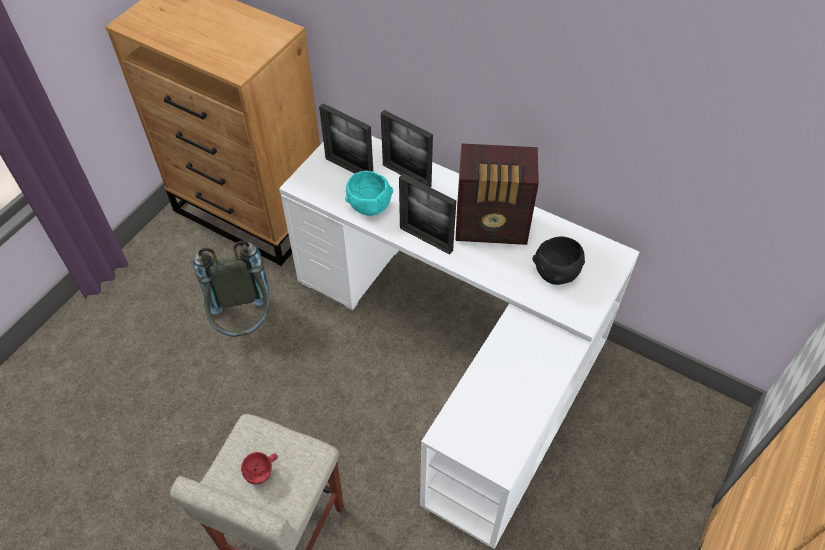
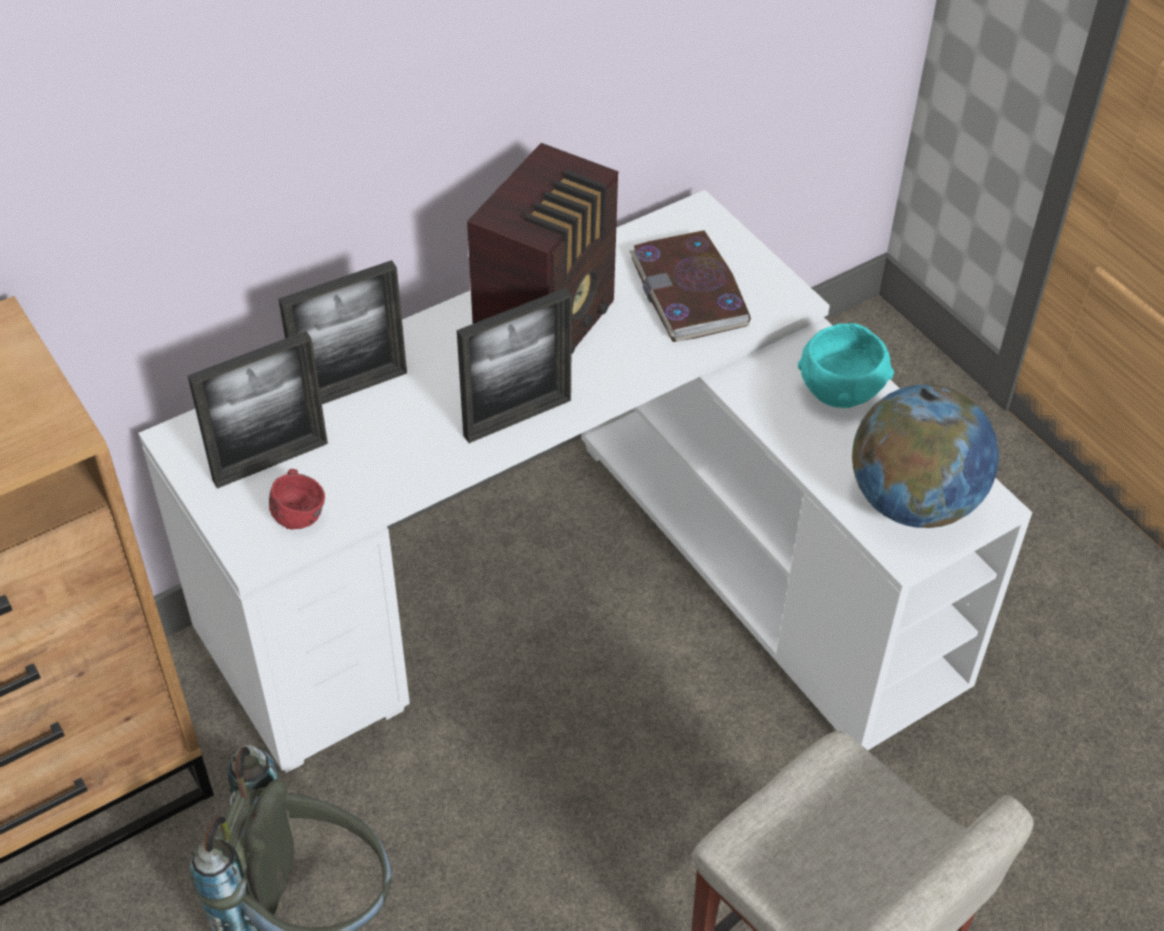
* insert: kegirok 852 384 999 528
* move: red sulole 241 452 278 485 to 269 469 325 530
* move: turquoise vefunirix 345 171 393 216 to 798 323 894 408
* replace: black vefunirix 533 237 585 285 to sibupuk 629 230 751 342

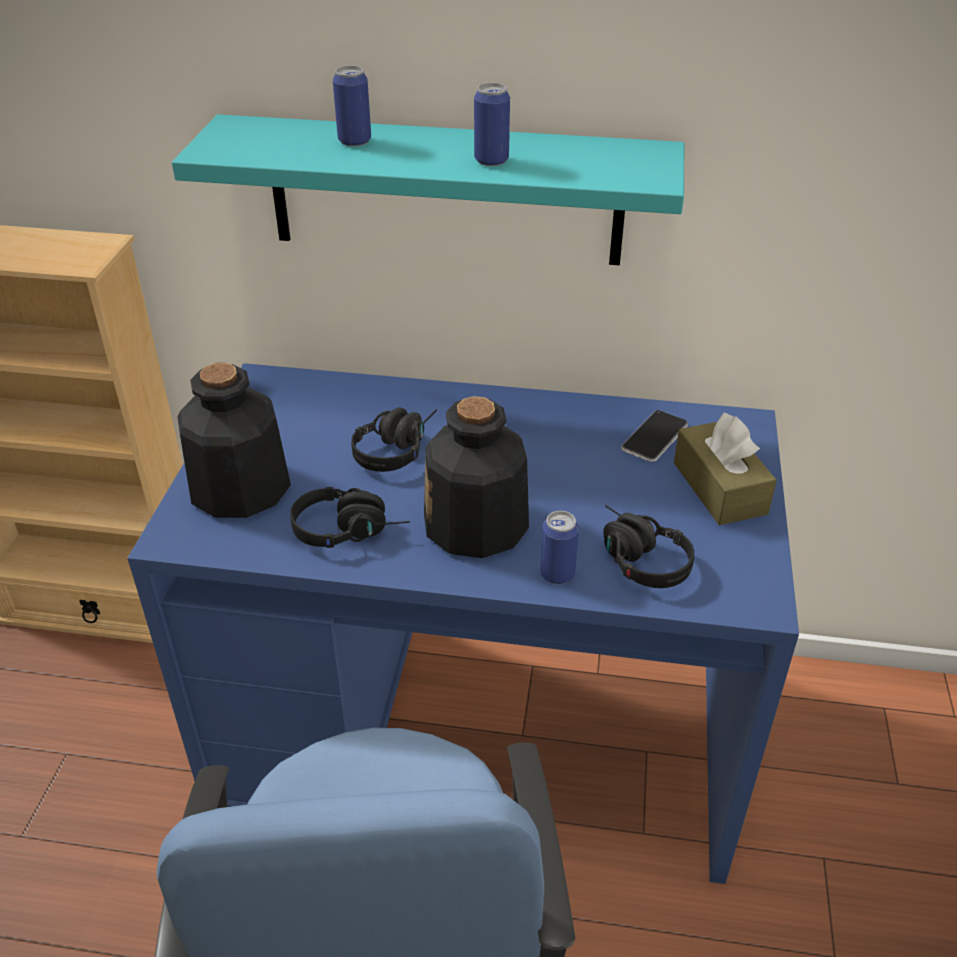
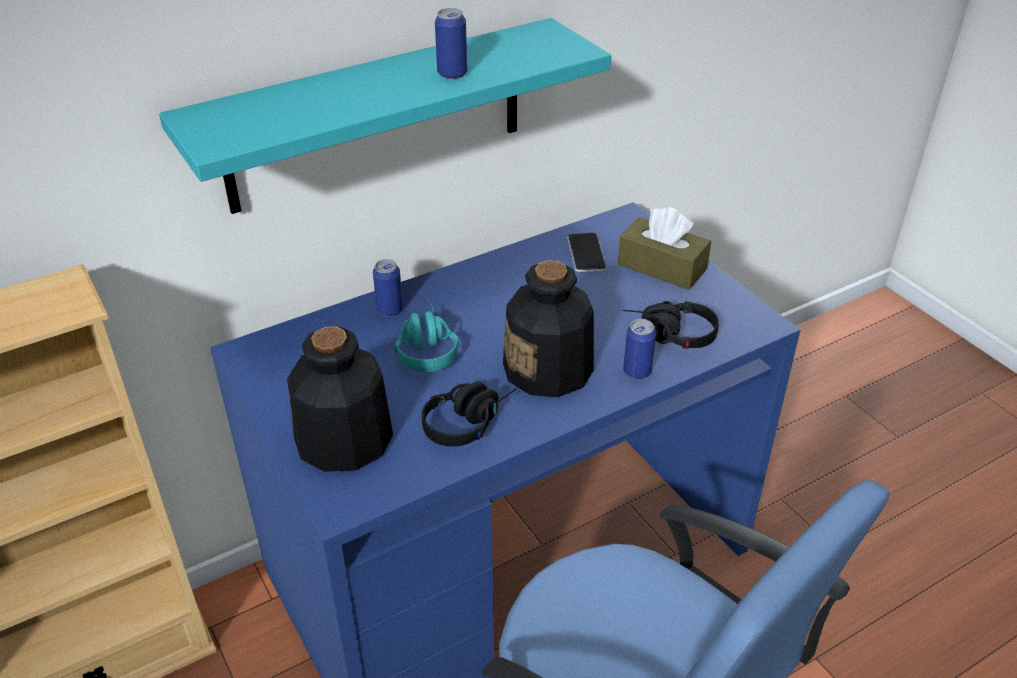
* move: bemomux 333 65 371 146 to 373 259 403 317
* recolor: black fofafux 351 407 437 472 to turquoise fofafux 394 304 459 372

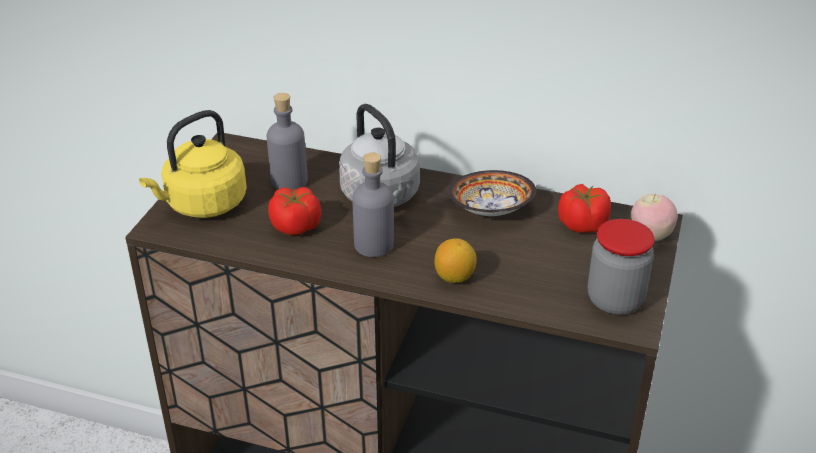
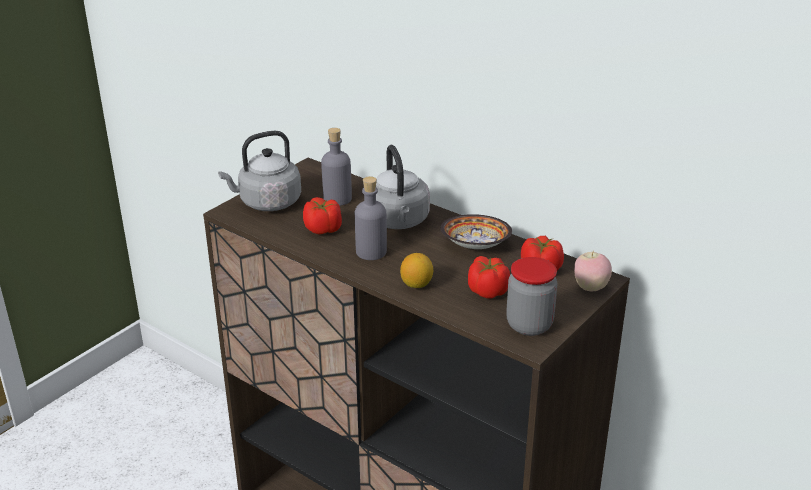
* insert: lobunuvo 468 256 510 298
* recolor: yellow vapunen 139 110 247 218 to grey vapunen 218 131 301 211

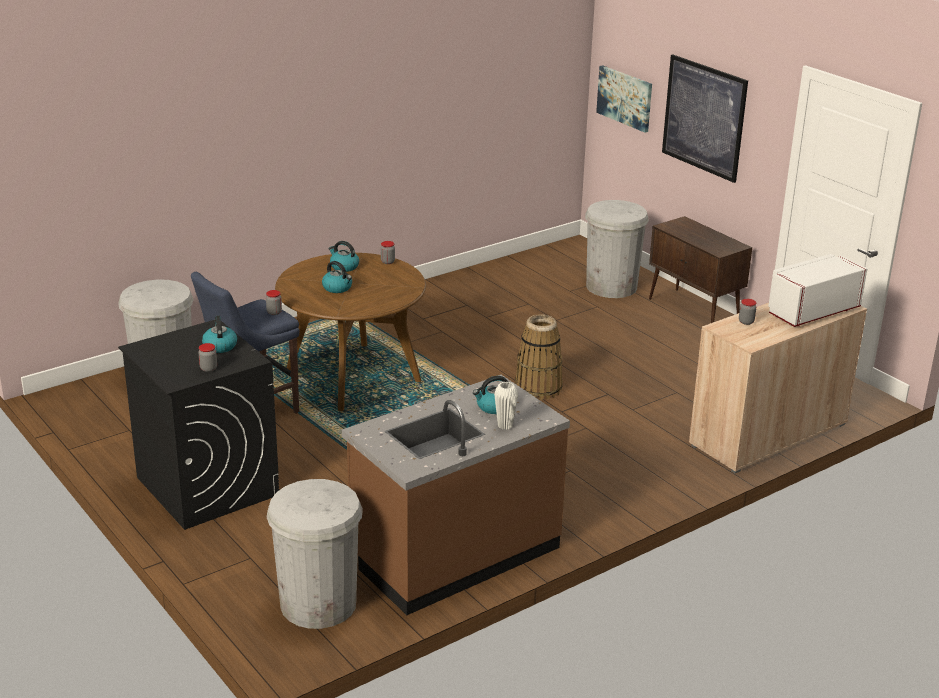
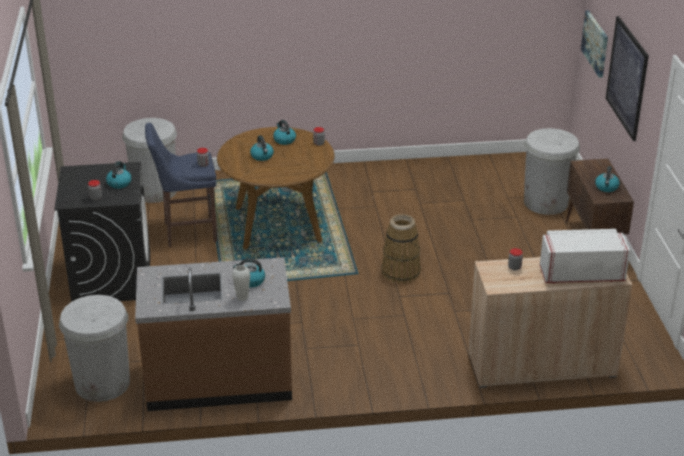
* insert: vapunen 595 166 620 192

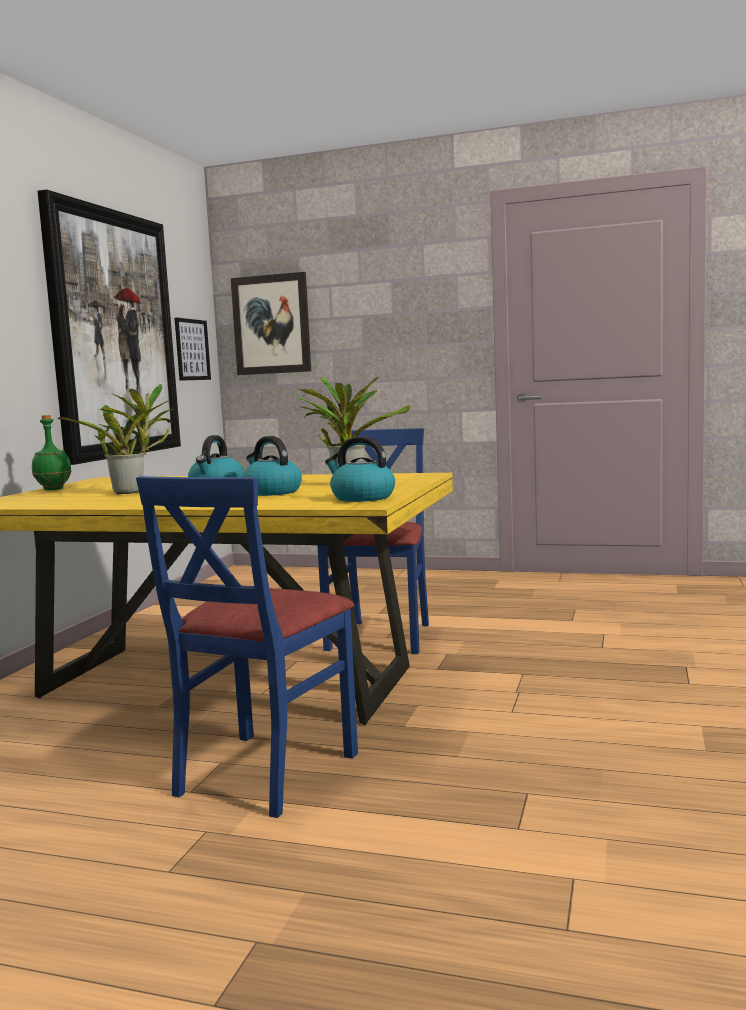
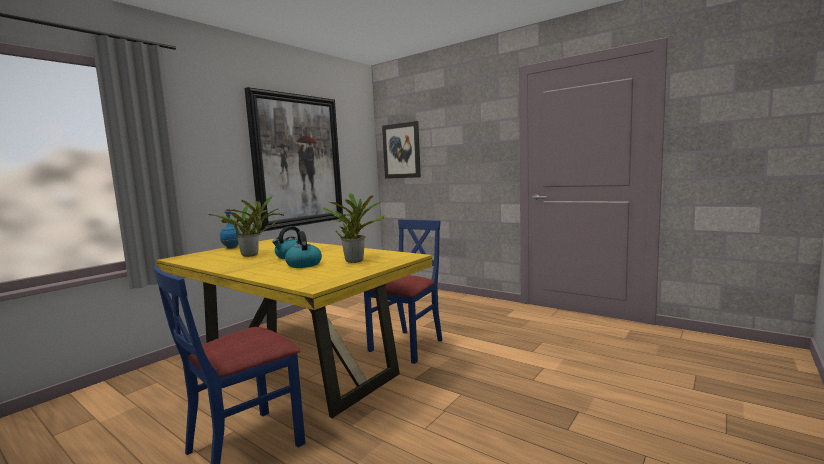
* delete: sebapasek 175 318 211 381
* delete: vapunen 325 436 395 502
* recolor: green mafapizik 32 415 72 490 to blue mafapizik 220 209 241 249

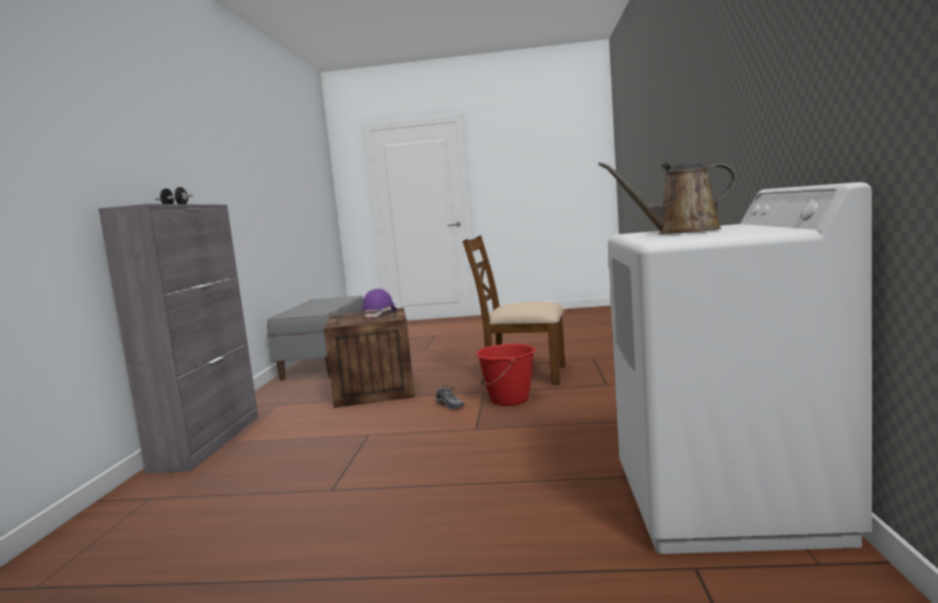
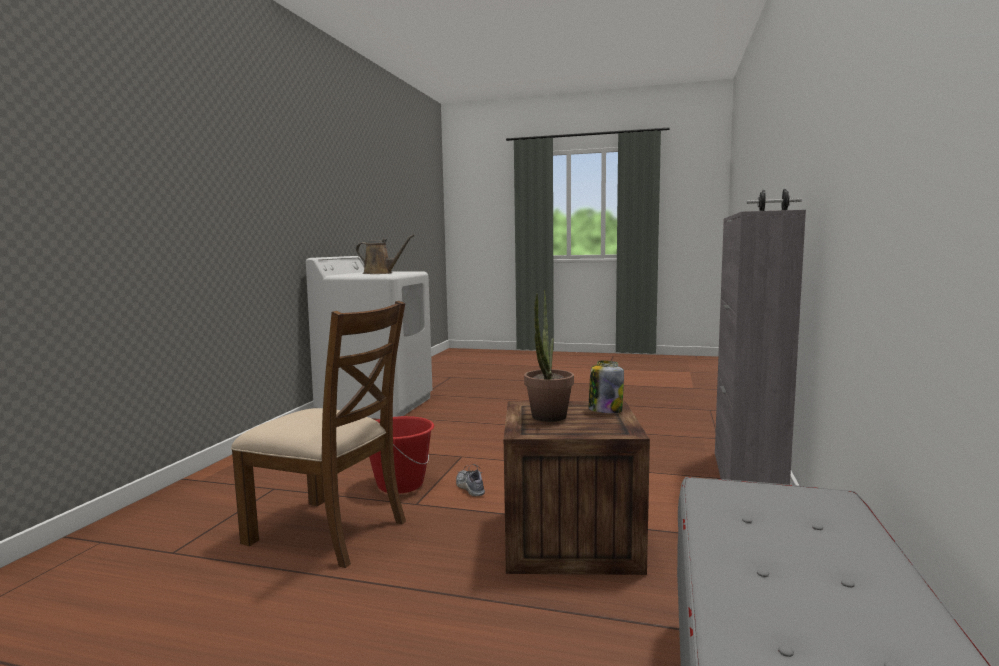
* insert: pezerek 589 361 624 413
* replace: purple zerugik 361 289 397 319 to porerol 524 290 574 422

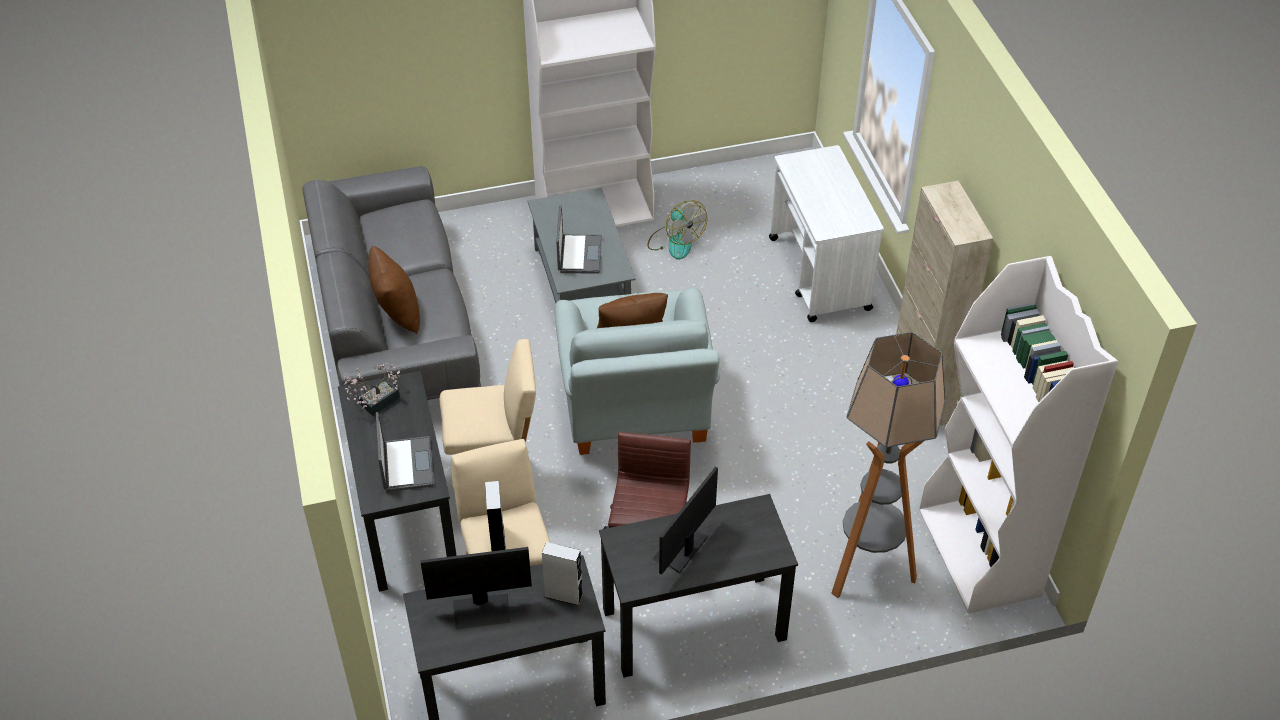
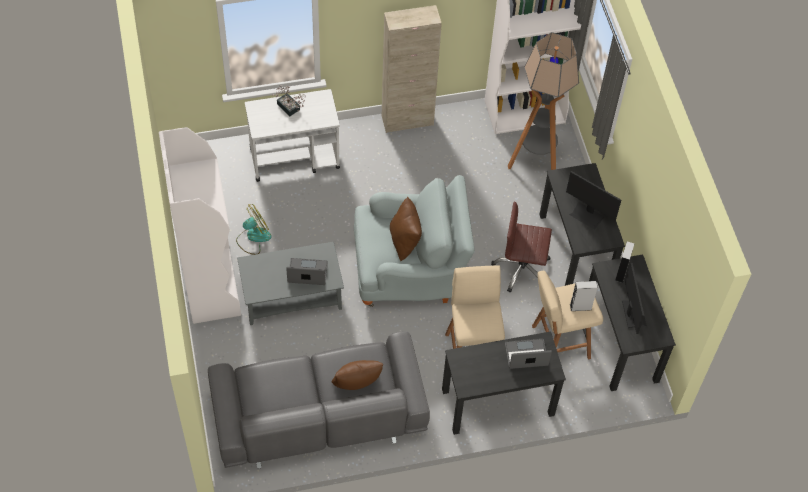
* move: porerol 344 362 400 416 to 272 85 306 116

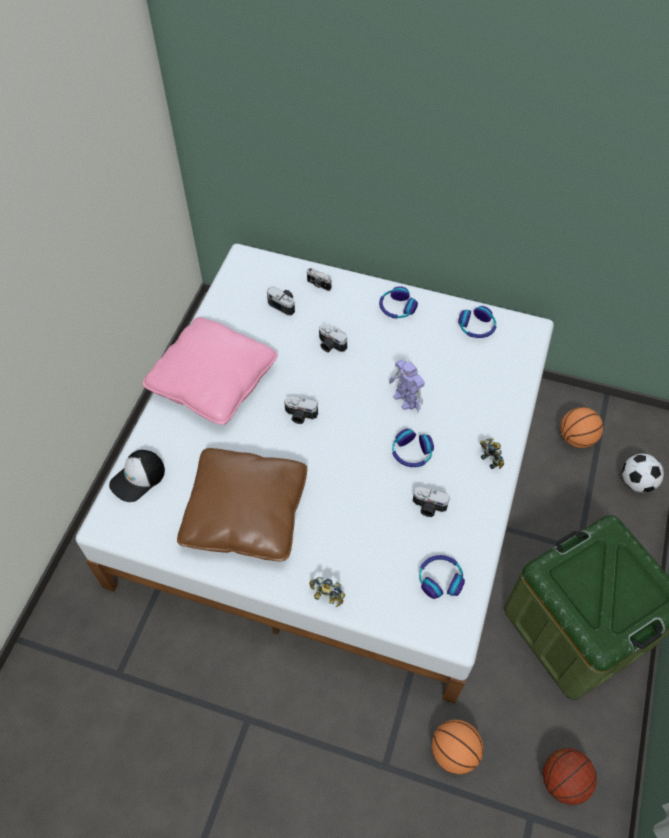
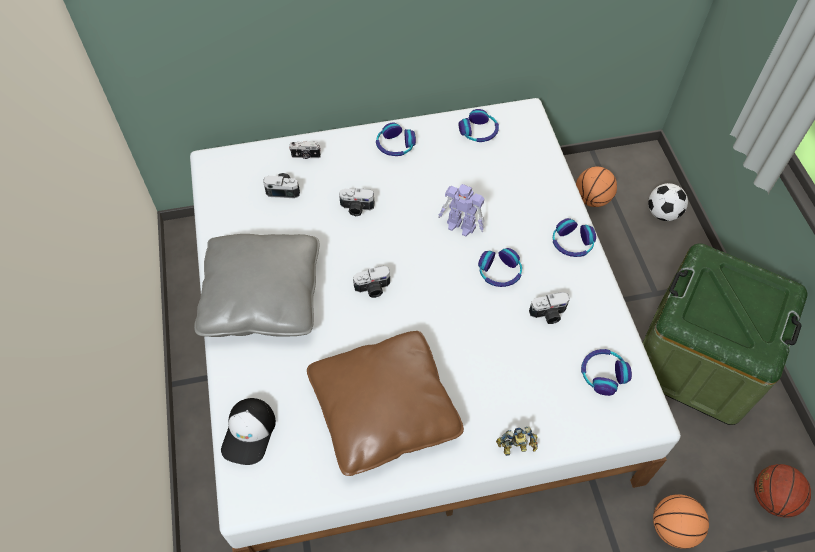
* replace: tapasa 480 438 504 469 to fofafux 553 218 596 257
* recolor: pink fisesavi 143 317 278 425 to grey fisesavi 194 234 319 337

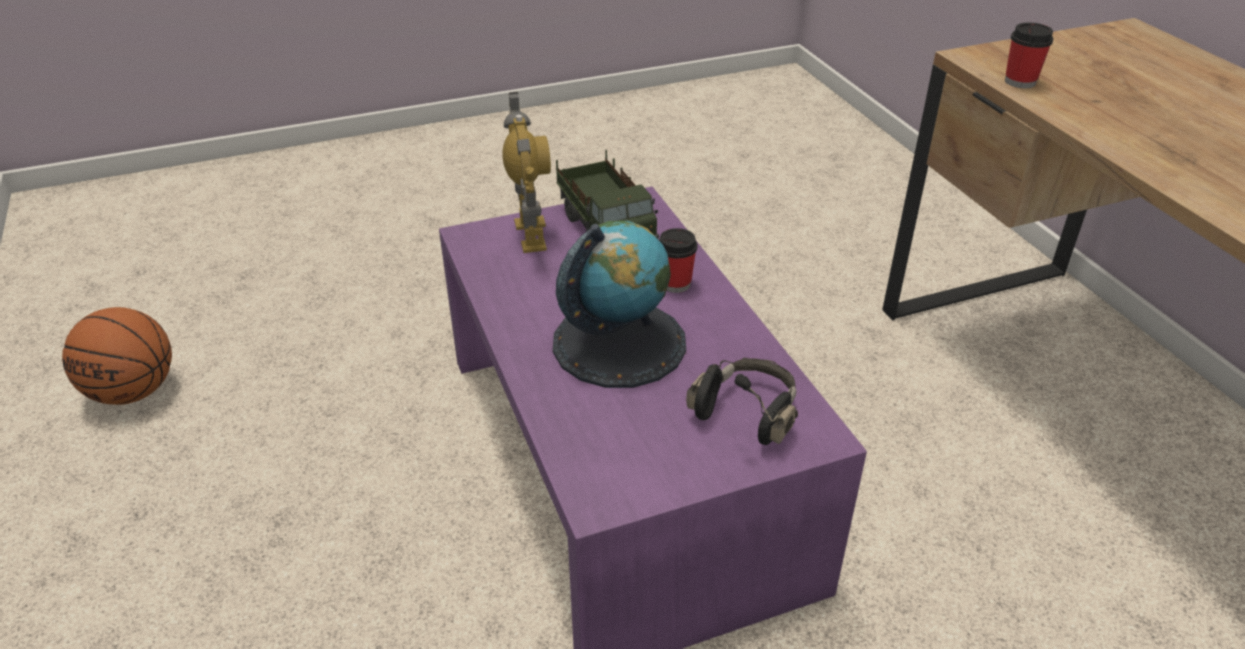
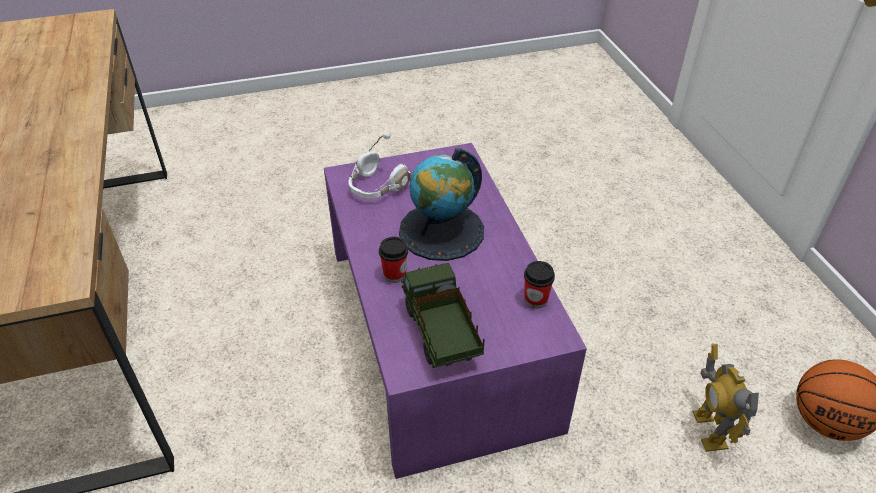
* move: tapasa 502 92 551 253 to 693 343 759 452
* move: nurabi 1005 22 1053 88 to 524 261 555 308
* recolor: black fofafux 686 357 798 445 to white fofafux 348 133 411 199

